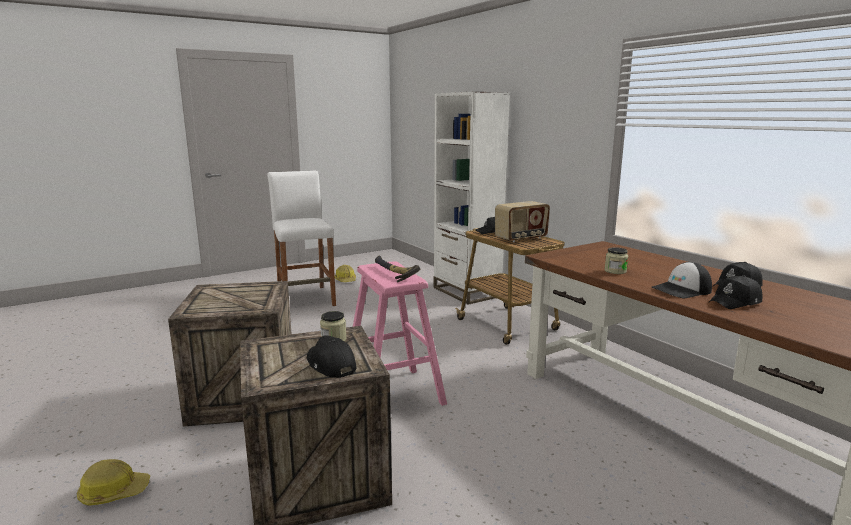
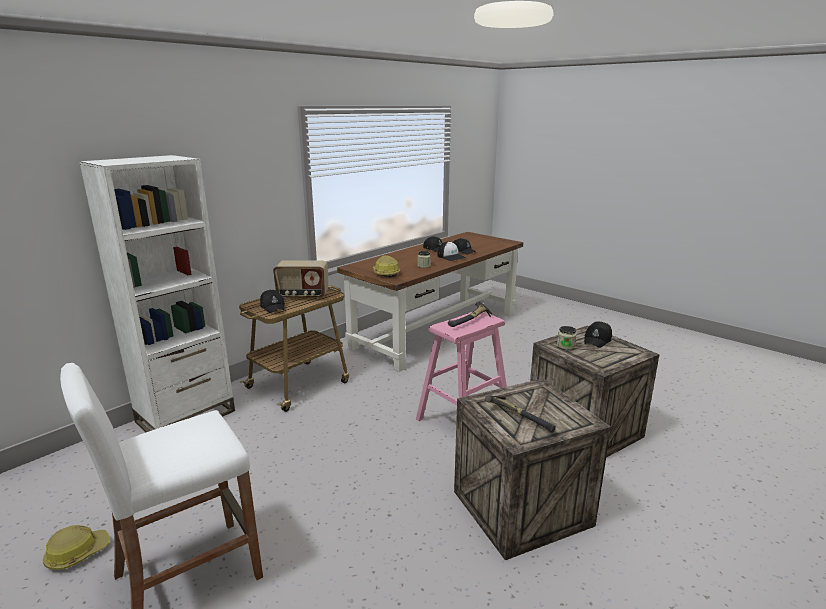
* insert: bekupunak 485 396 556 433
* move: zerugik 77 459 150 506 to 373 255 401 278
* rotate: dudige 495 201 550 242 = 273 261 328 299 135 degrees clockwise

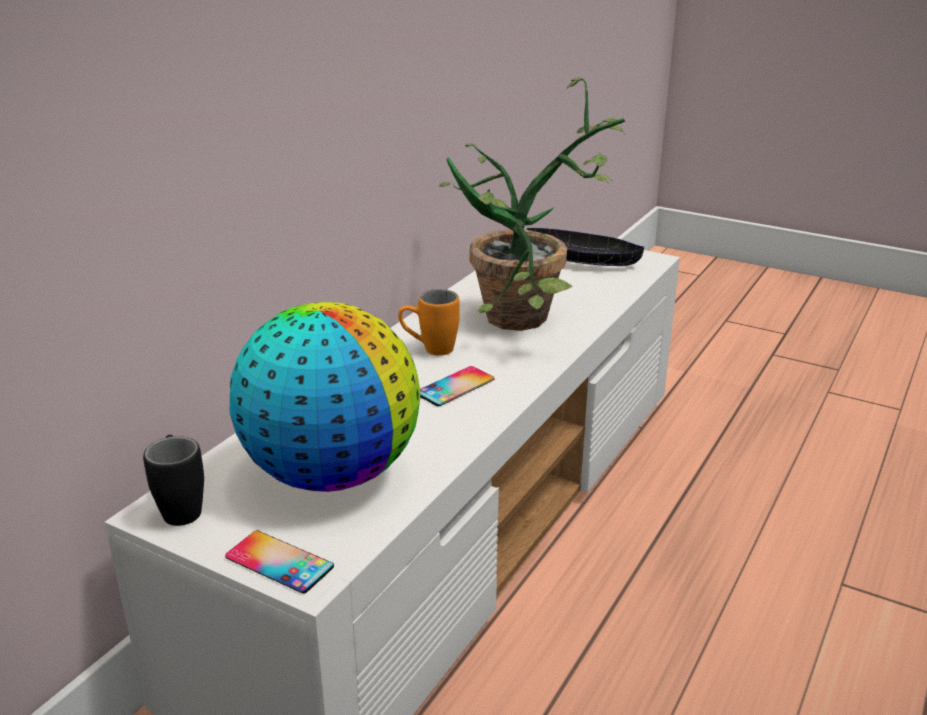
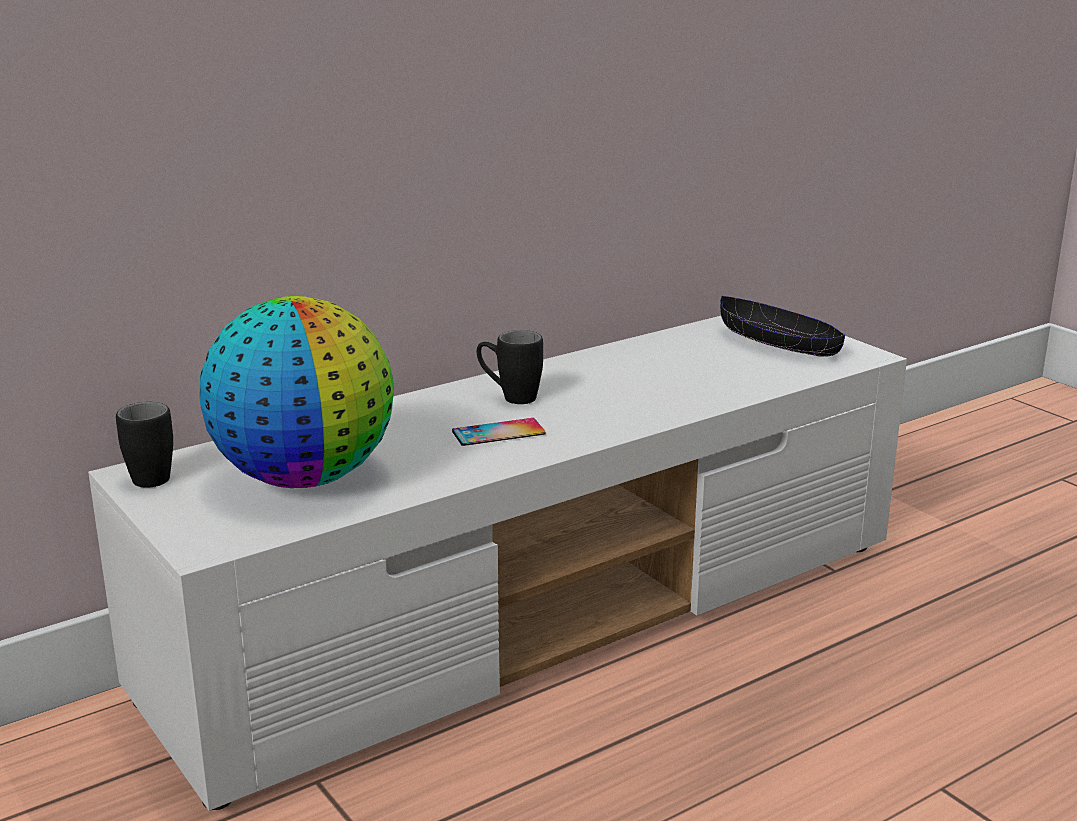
* delete: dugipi 225 530 334 594
* delete: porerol 439 78 625 331
* recolor: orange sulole 398 289 460 356 to black sulole 477 330 543 404

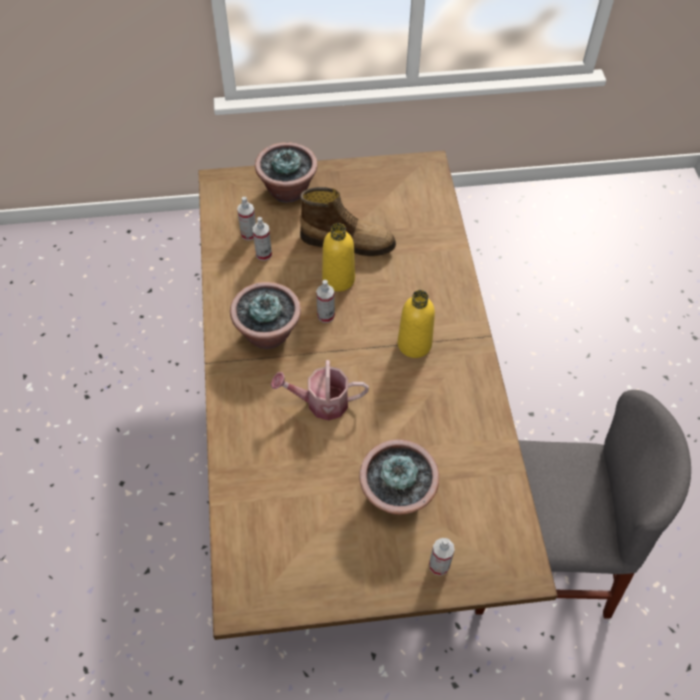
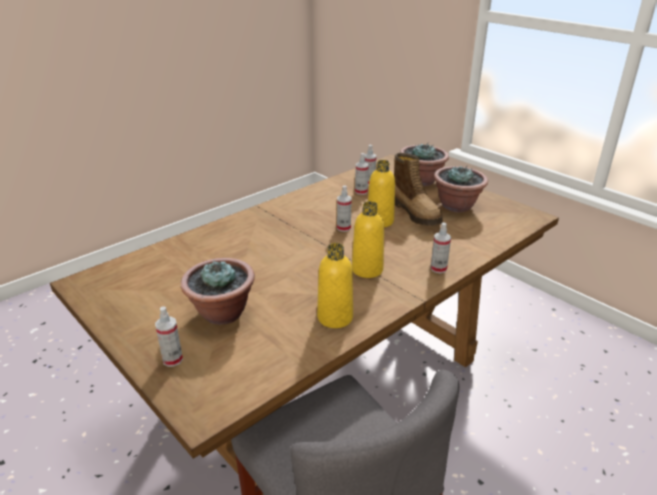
* delete: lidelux 271 360 369 421
* insert: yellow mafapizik 317 243 353 328
* insert: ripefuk 431 222 451 273
* move: porerol 230 282 301 349 to 434 166 488 213

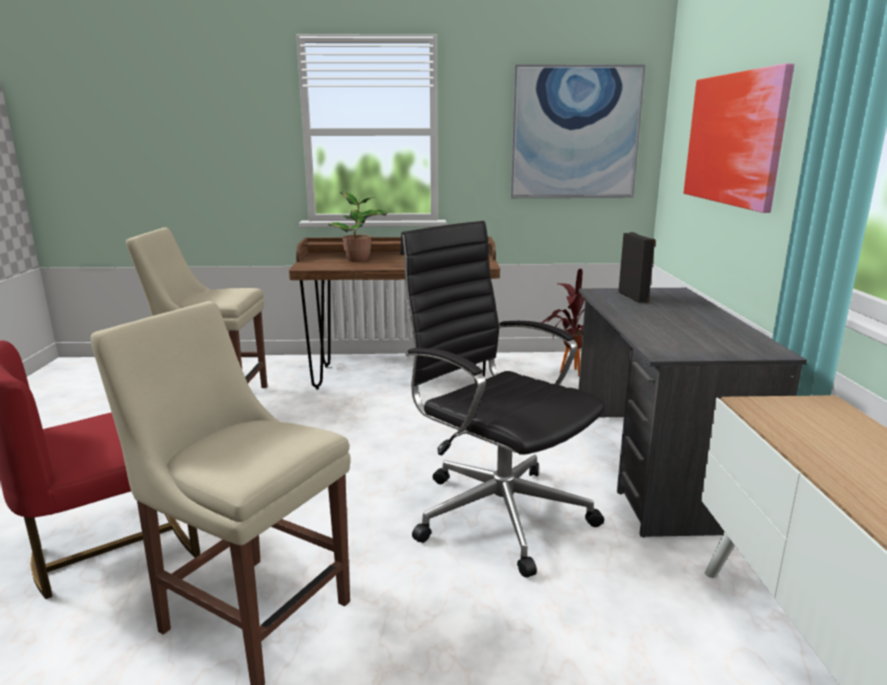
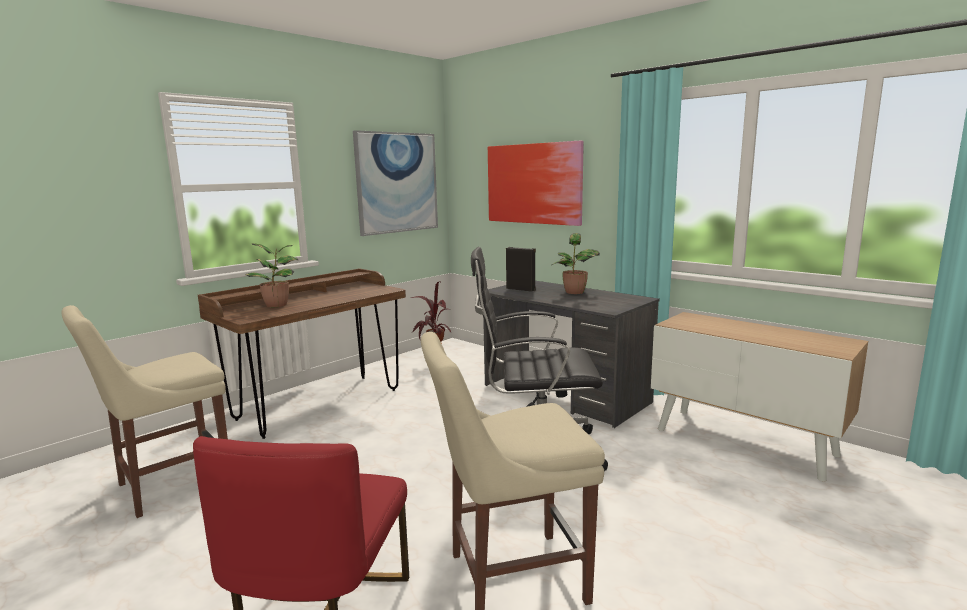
* insert: porerol 552 233 600 294

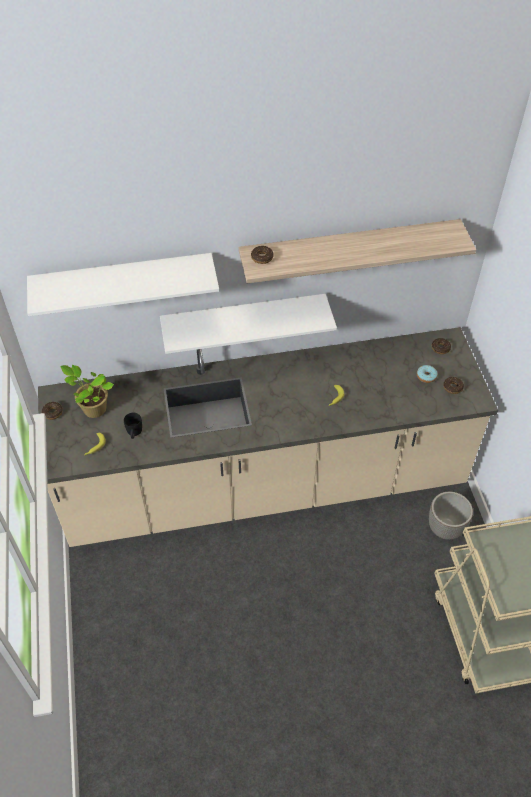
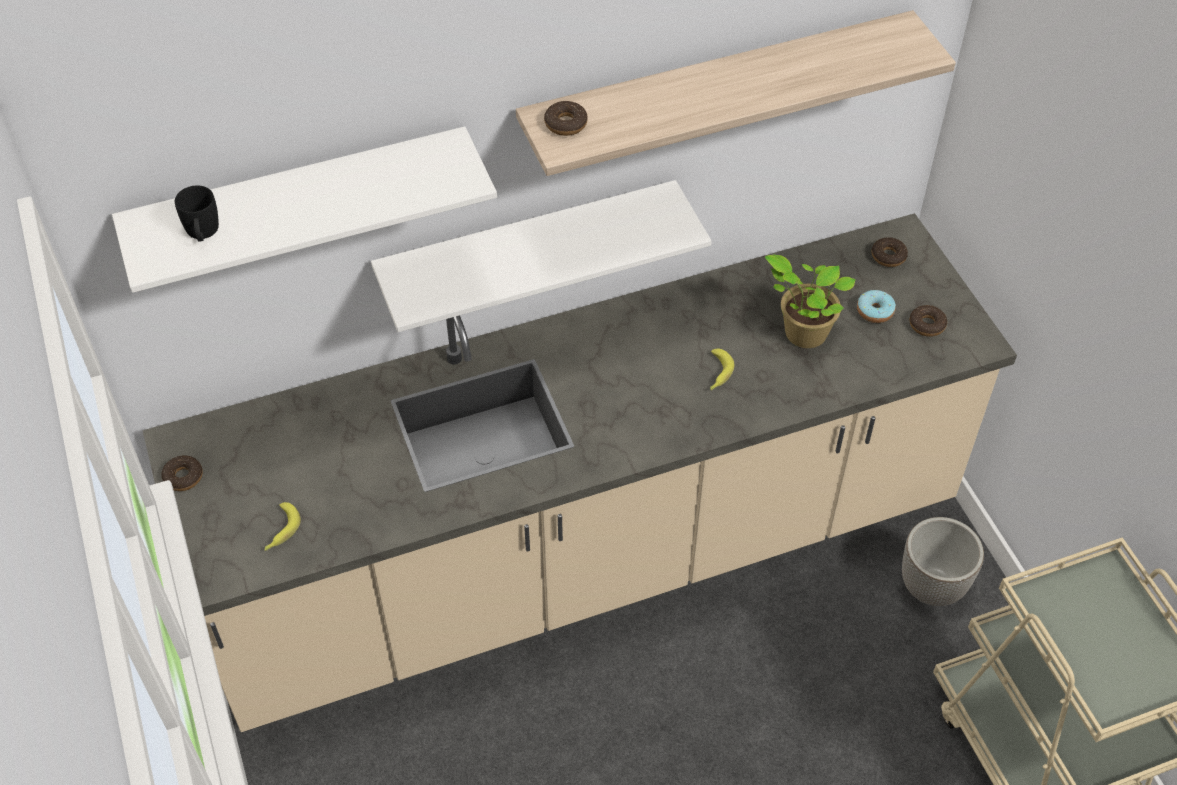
* move: porerol 60 365 114 418 to 765 254 856 348
* move: black sulole 124 413 142 439 to 175 185 219 242

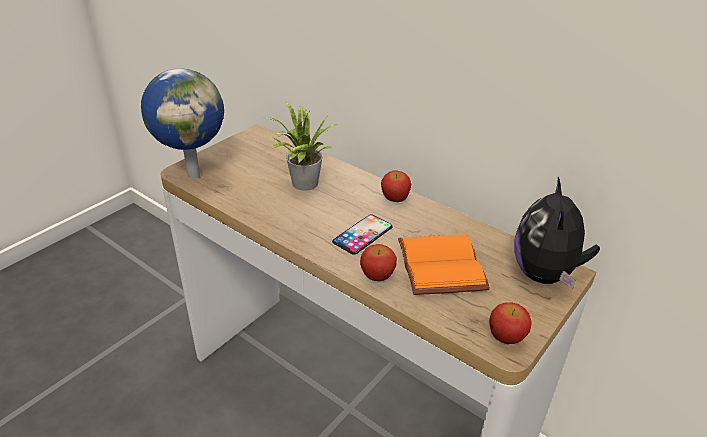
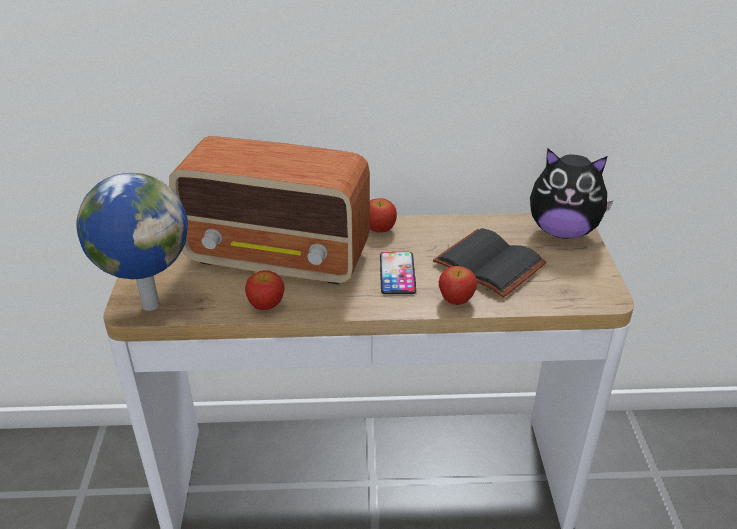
* move: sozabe 489 303 532 344 to 245 270 285 310
* replace: porerol 264 101 336 191 to dudige 169 136 370 285
* recolor: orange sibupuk 398 234 490 295 to black sibupuk 433 228 547 298
* rotate: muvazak 514 177 600 289 = 530 149 614 239 45 degrees counterclockwise

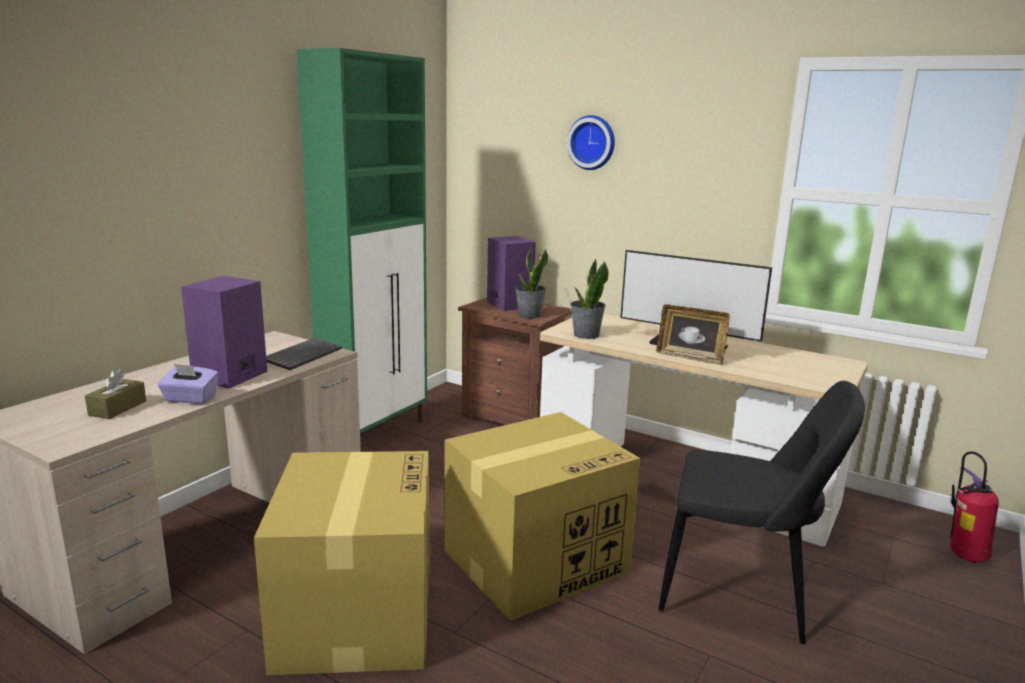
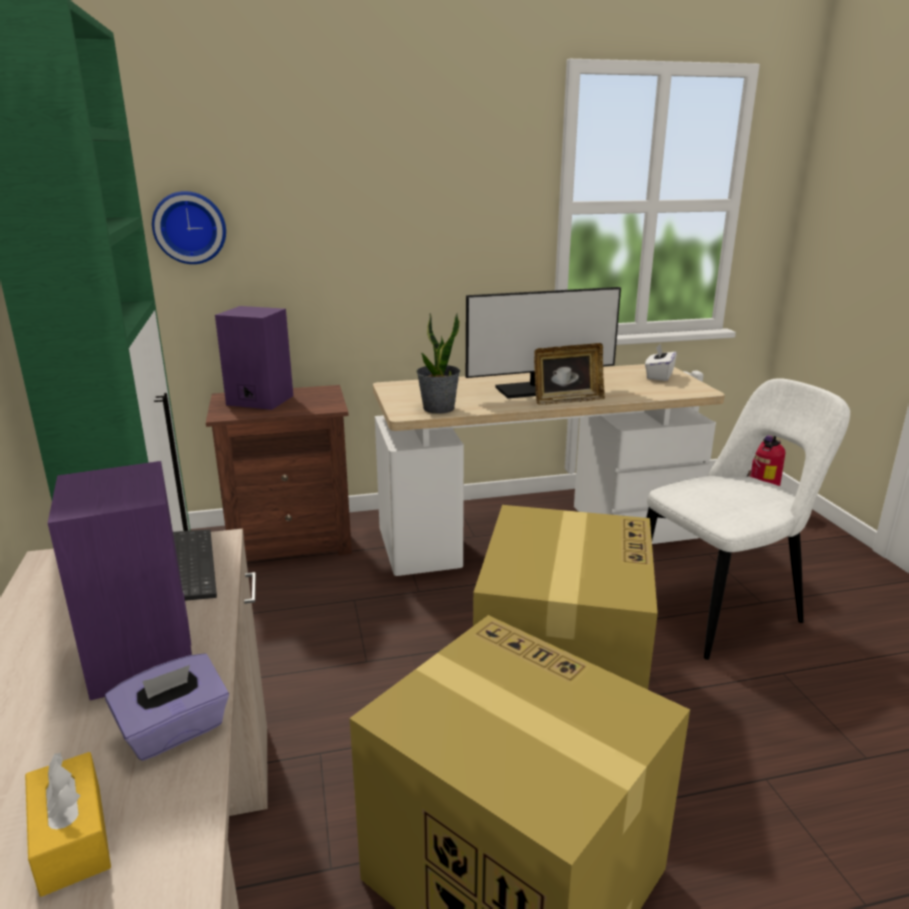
* delete: porerol 515 248 548 318
* insert: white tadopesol 645 343 677 381
* move: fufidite 567 115 615 170 to 152 191 226 264
* recolor: brown tadopesol 85 369 146 419 to yellow tadopesol 25 751 111 897
* recolor: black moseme 659 381 865 644 to white moseme 646 378 850 660

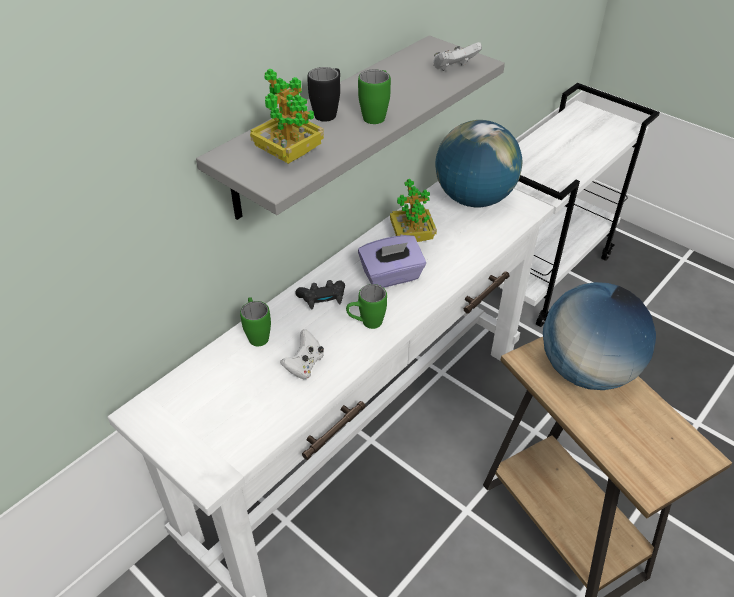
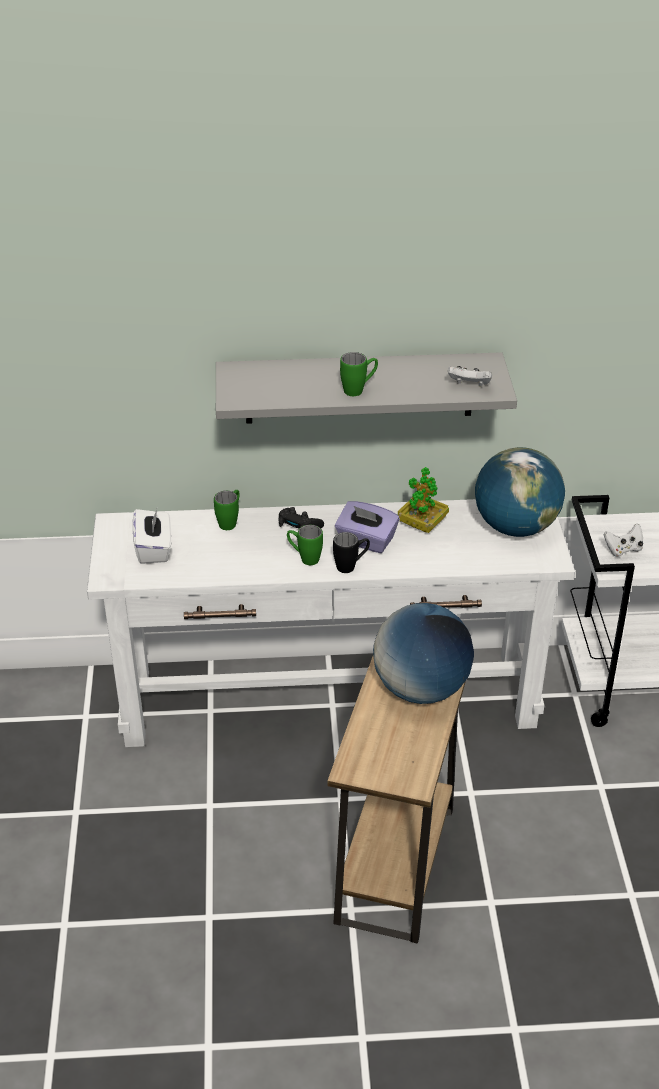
* delete: porerol 250 69 324 164
* insert: white tadopesol 133 509 172 564
* move: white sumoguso 280 329 324 380 to 604 523 643 557
* move: black sulole 307 67 340 122 to 333 532 370 573

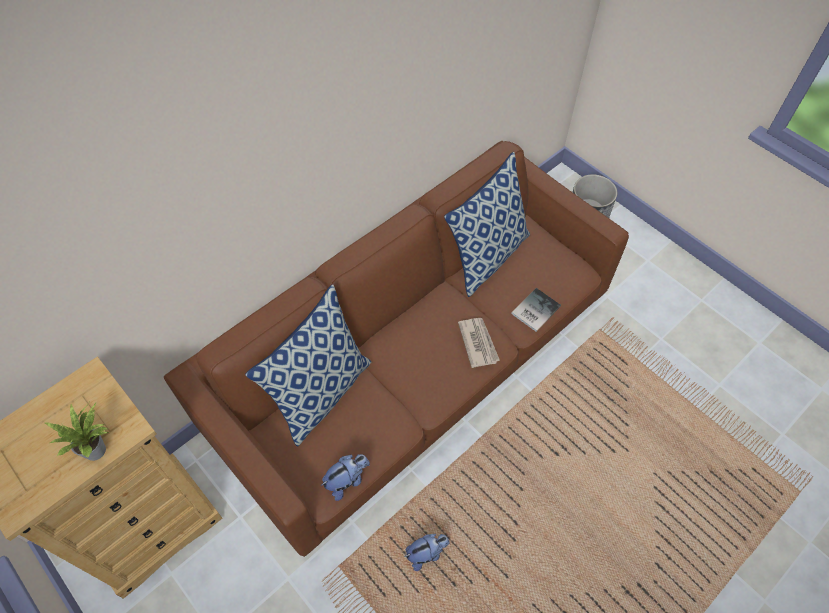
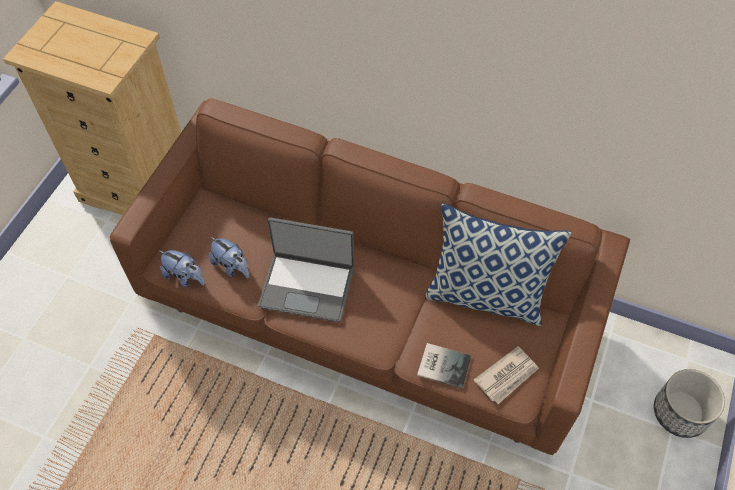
* delete: porerol 45 403 109 461
* delete: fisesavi 245 284 371 446
* insert: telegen 258 217 354 322
* move: muvazak 404 534 450 571 to 209 236 249 278
* move: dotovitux 458 318 500 368 to 474 346 539 404

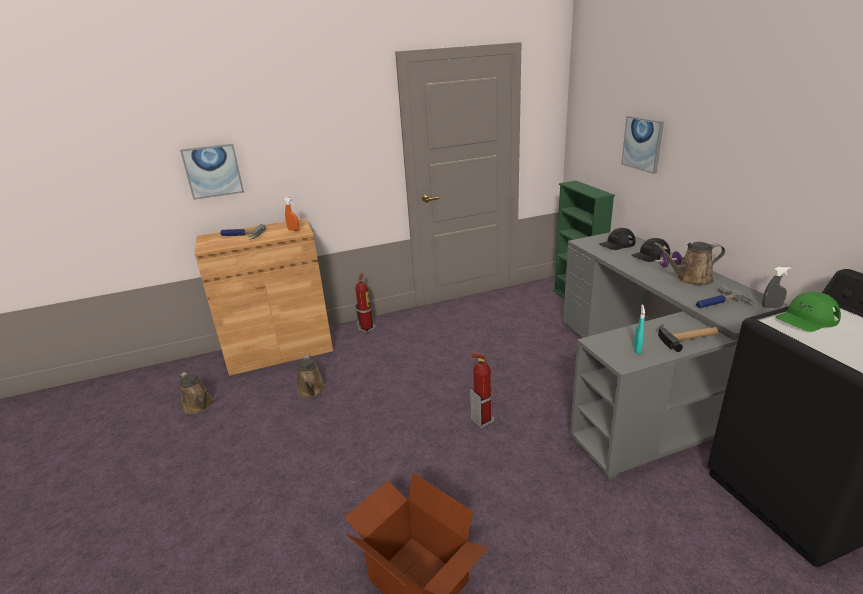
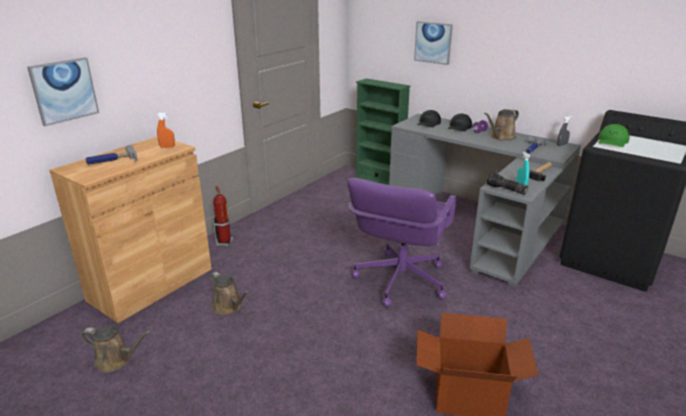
* insert: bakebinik 486 172 528 195
* replace: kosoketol 470 353 495 428 to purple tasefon 347 178 456 307

